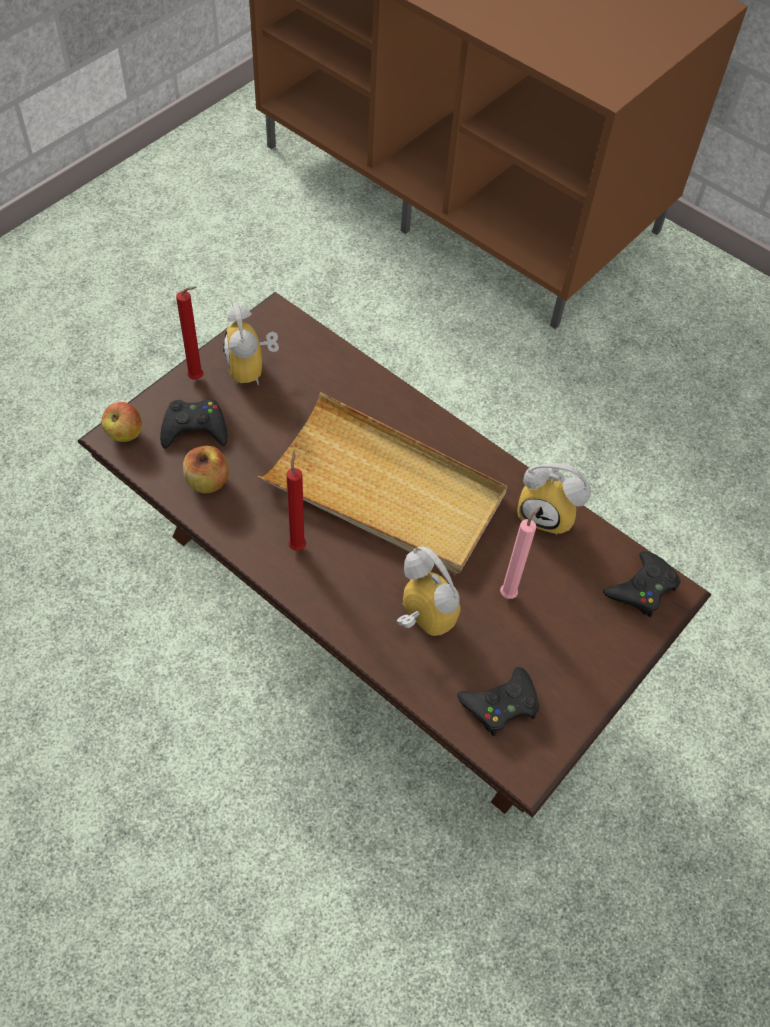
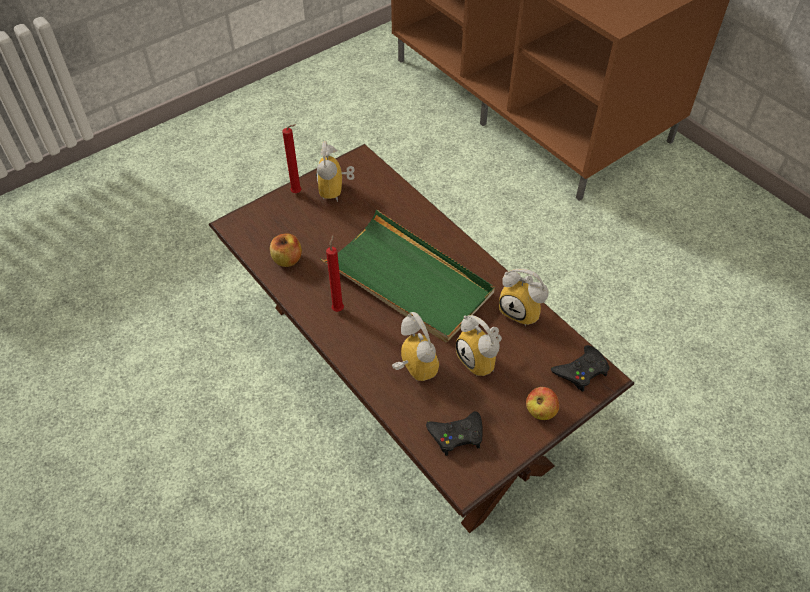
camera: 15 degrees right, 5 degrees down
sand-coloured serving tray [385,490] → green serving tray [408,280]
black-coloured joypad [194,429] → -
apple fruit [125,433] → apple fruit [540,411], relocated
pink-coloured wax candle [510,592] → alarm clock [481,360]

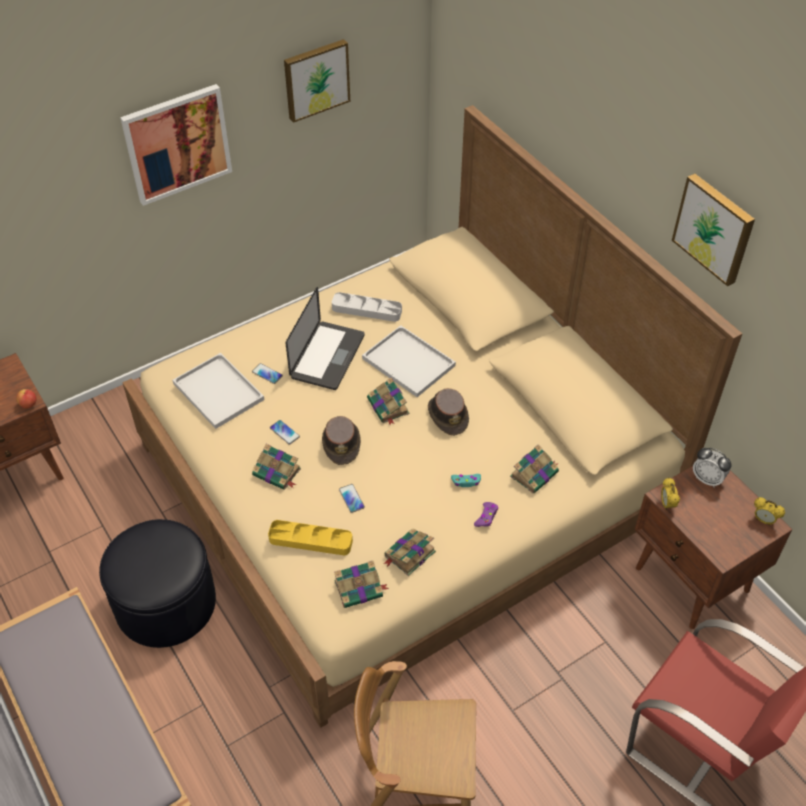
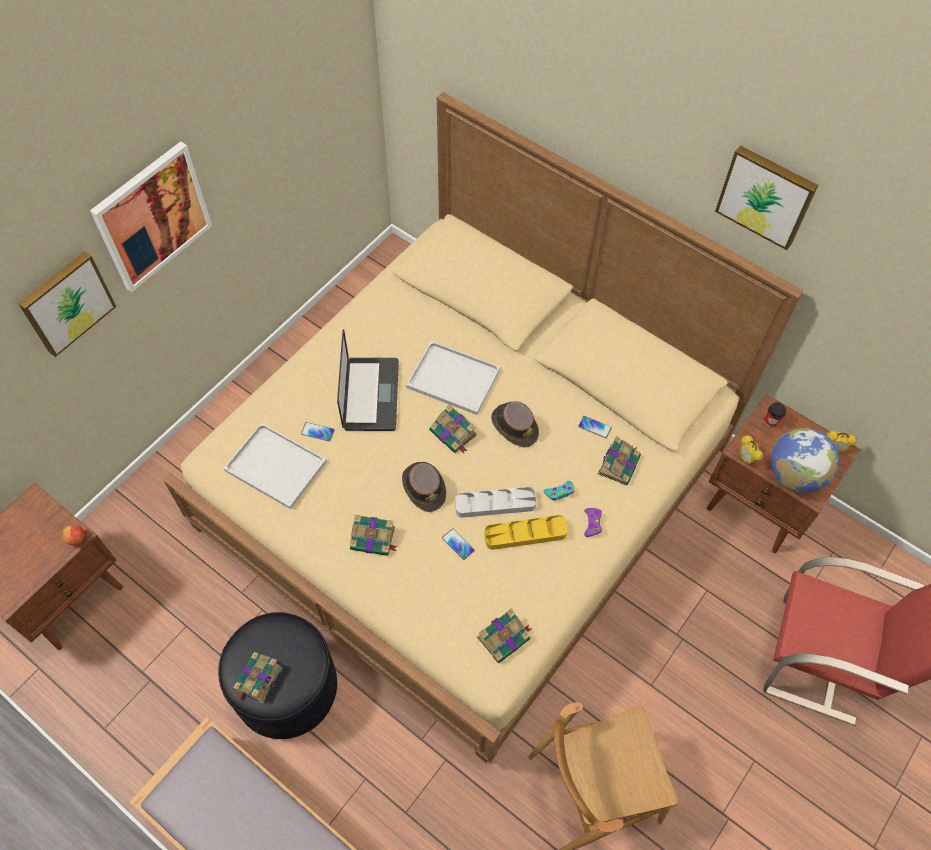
camera: 20 degrees left, 10 degrees up
wall picture [316,79] → wall picture [66,302], relocated
gray serving tray [366,310] → gray serving tray [495,504], relocated
telephone [284,432] → telephone [594,427], relocated
alarm clock [707,479] → drinking cup [771,421]
yellowish serving tray [310,540] → yellowish serving tray [525,534], relocated
book [409,554] → book [257,679], relocated
- → globe [794,475]

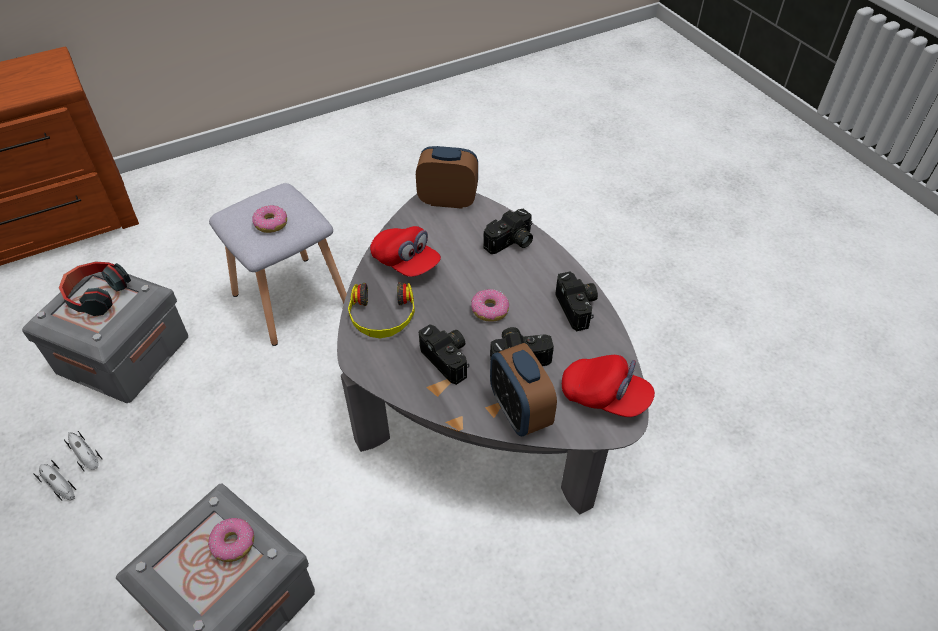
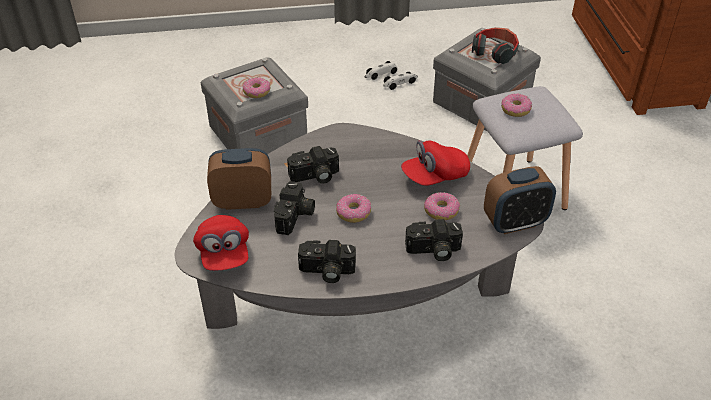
camera: 110 degrees right, 5 degrees down
alarm clock [448,200] → alarm clock [515,223], 45 degrees clockwise
still camera [511,243] → still camera [433,251], 75 degrees counterclockwise
headphones [382,317] → -
red peaked cap [604,397] → red peaked cap [224,253], 60 degrees counterclockwise
- → donut [441,211]

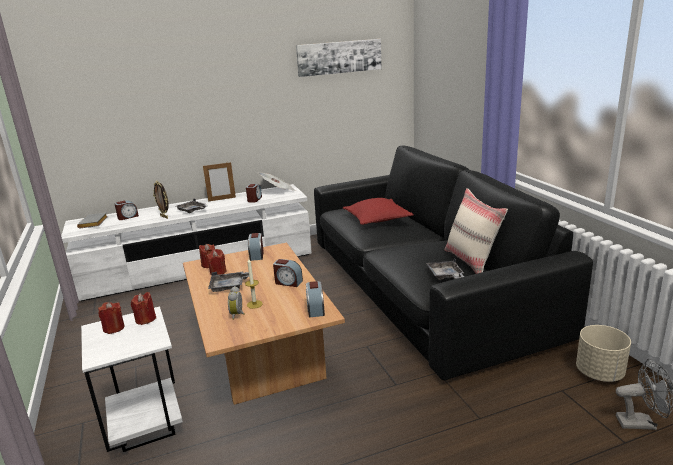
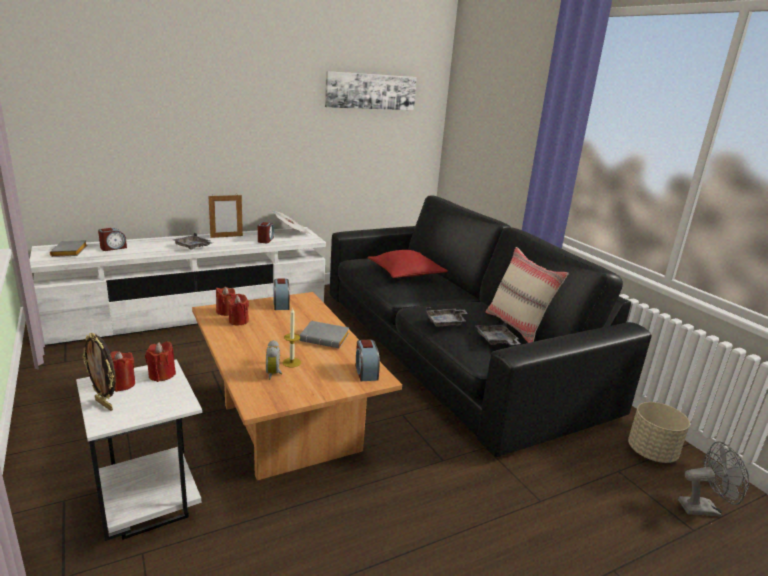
camera: 10 degrees left, 0 degrees up
photo frame [164,217] → photo frame [105,404], relocated
alarm clock [288,282] → gray book [326,338]
gray serving tray [229,286] → gray serving tray [446,322], relocated

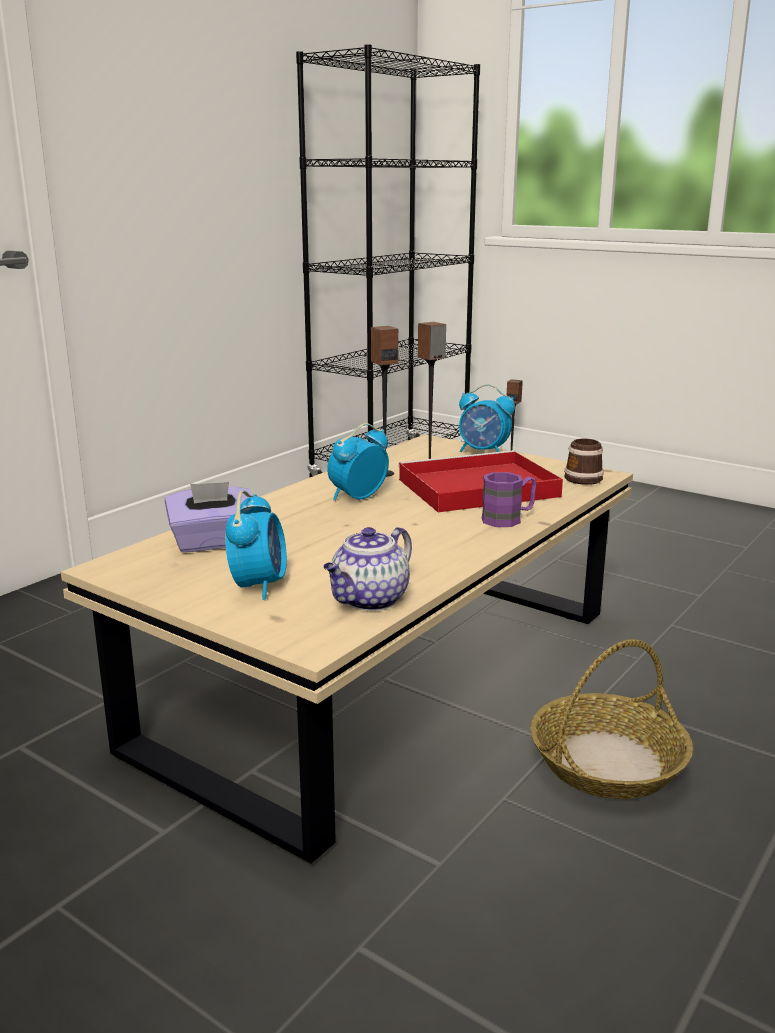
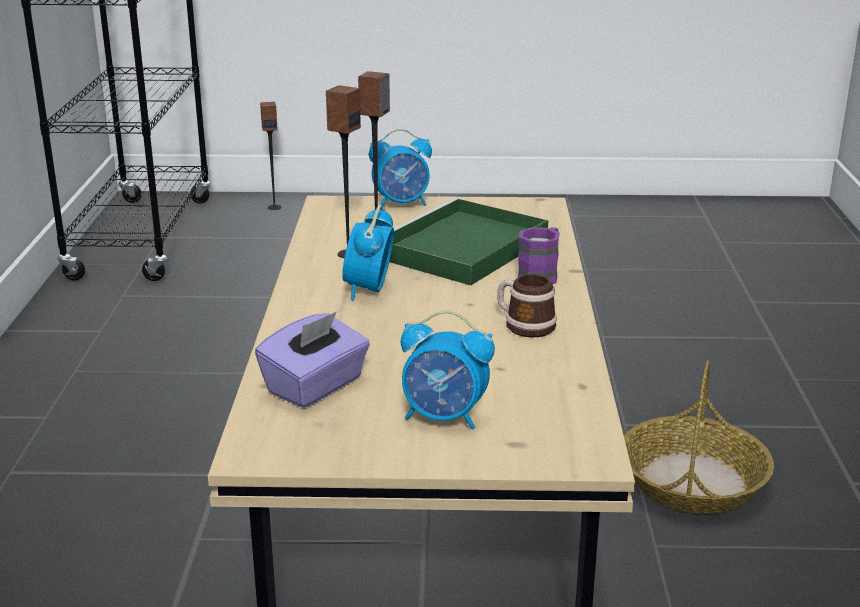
camera: 35 degrees left, 5 degrees up
tea mug [580,477] → tea mug [524,325], relocated
red serving tray [475,488] → green serving tray [461,249]
alarm clock [259,586] → alarm clock [444,417], 135 degrees clockwise
teapot [369,601] → -

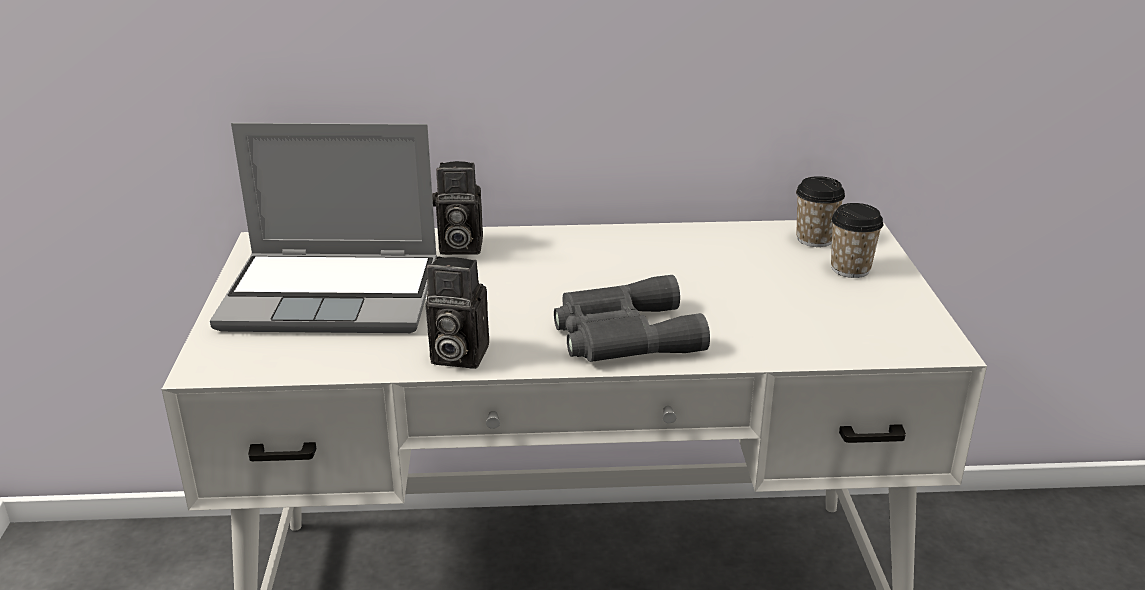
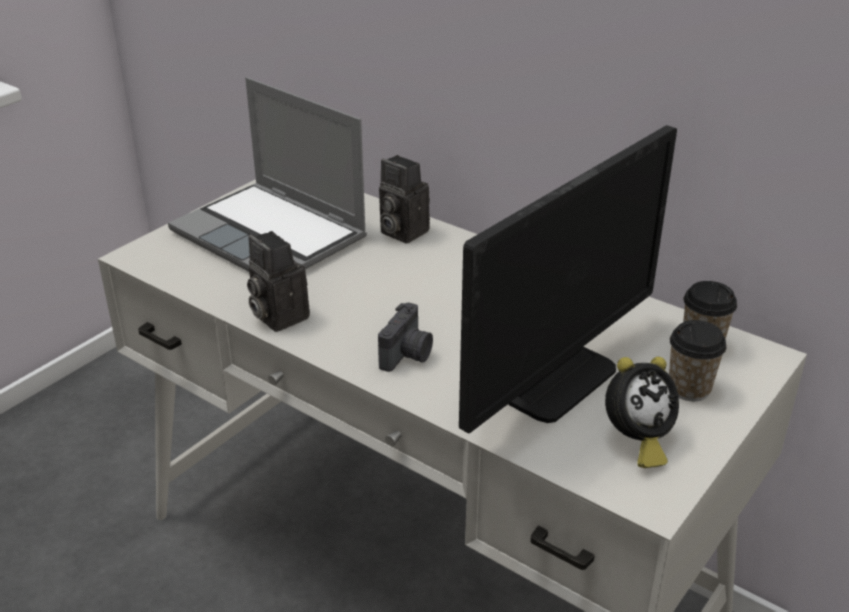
camera: 40 degrees right, 5 degrees up
gray binoculars [622,335] → still camera [407,355]
- → computer display [553,379]
- → alarm clock [635,442]

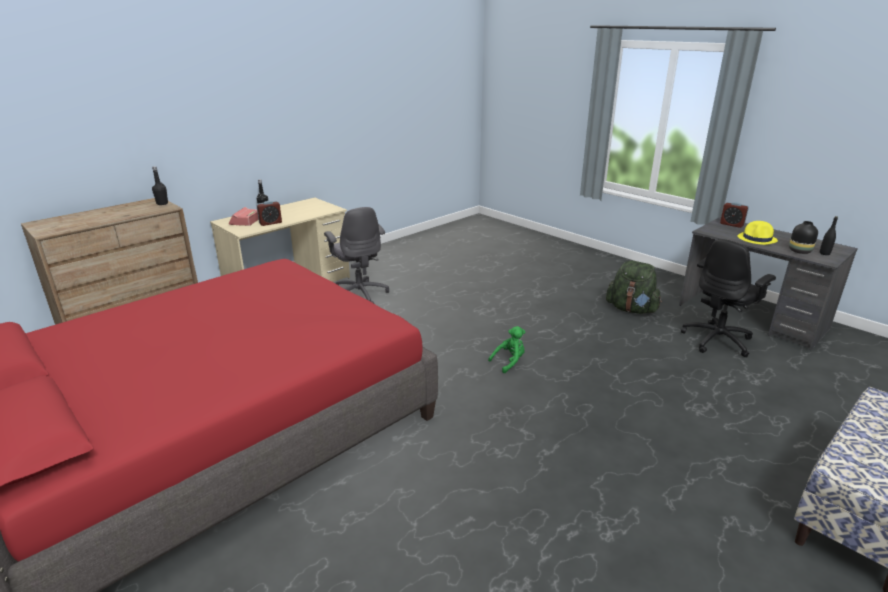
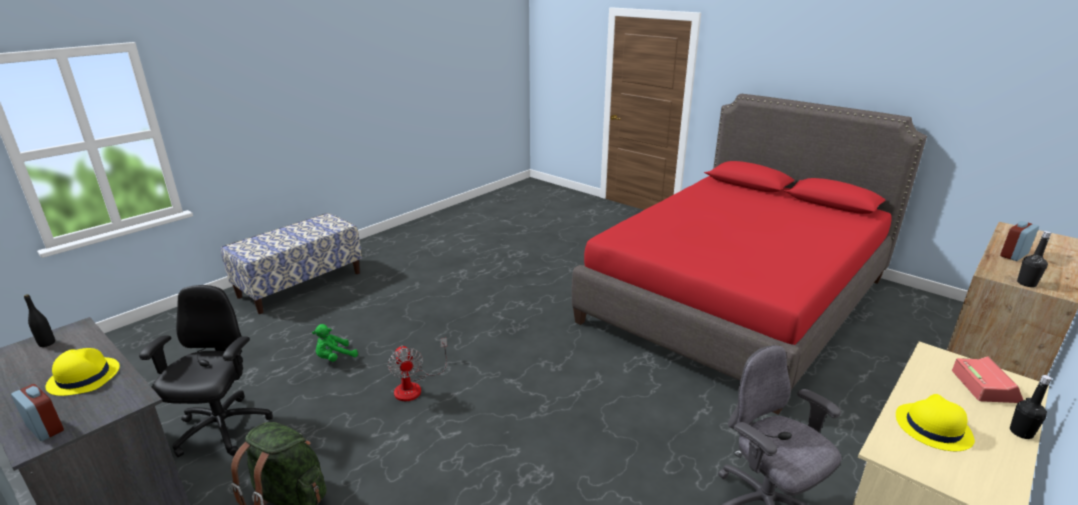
camera: 175 degrees right, 0 degrees up
alarm clock [270,223] → alarm clock [1014,255], relocated
black-coloured flower vase [800,251] → -
black-coloured office chair [718,340] → black-coloured office chair [221,429], 45 degrees counterclockwise
green soft toy [509,362] → green soft toy [334,358], relocated
- → fan [414,386]
- → yellowish wearable hat [932,427]

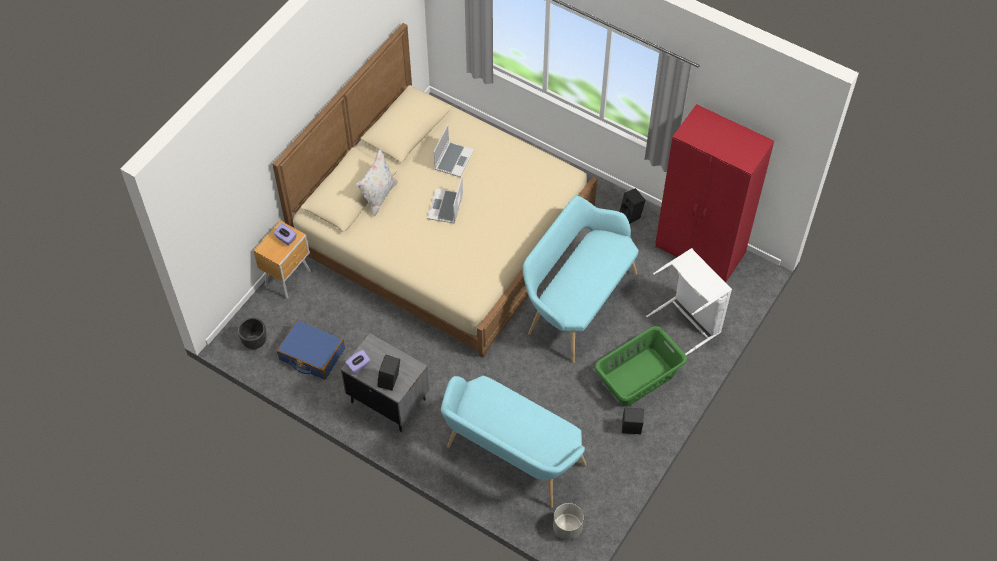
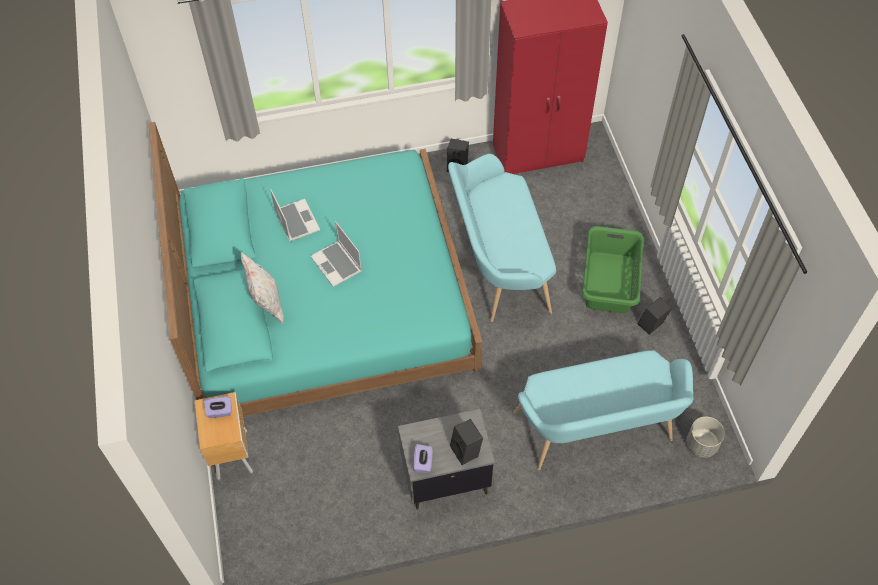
camera: 45 degrees left, 0 degrees up
sand-coloured sleeping bed [443,231] → turquoise-coloured sleeping bed [325,299]
white hamper [689,320] → -
black-coloured planter [254,342] → -
bluish suitcase [312,354] → -

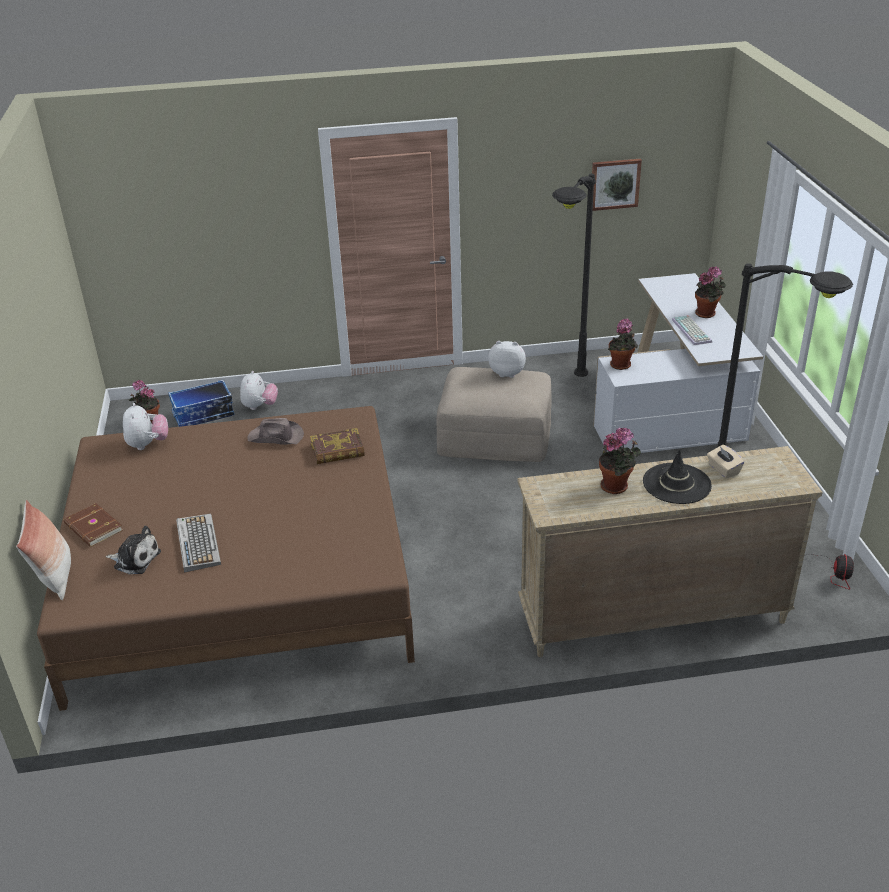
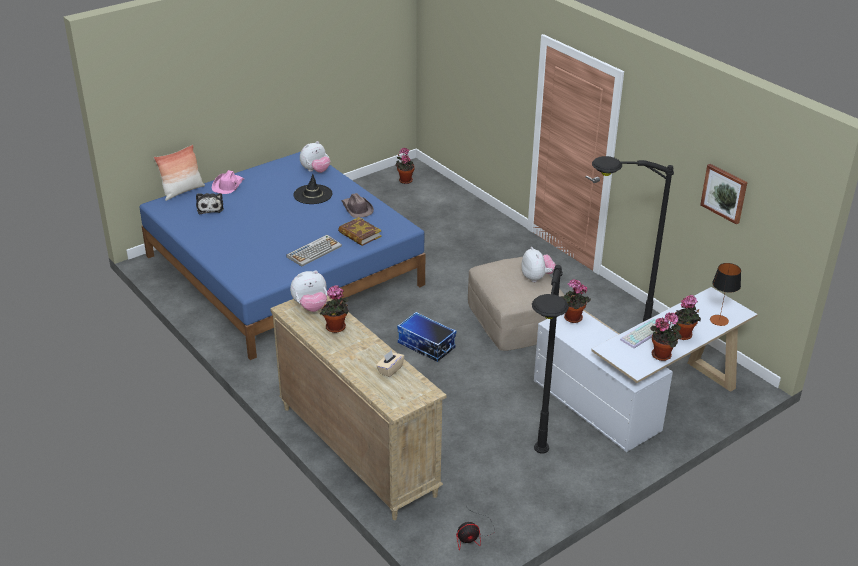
camera: 60 degrees right, 0 degrees up
soft toy [259,406] → soft toy [310,307], relocated
storage container [203,415] → storage container [425,346], relocated
brownish sleeping bed [241,576] → bluish sleeping bed [284,270]
black-coloured wearable hat [676,484] → black-coloured wearable hat [312,194], relocated
brownish book [93,528] → pink-coloured wearable hat [228,185]
PC keyboard [197,543] → PC keyboard [314,251], relocated
- → lamp for a table [719,320]
- → houseplant [663,355]

